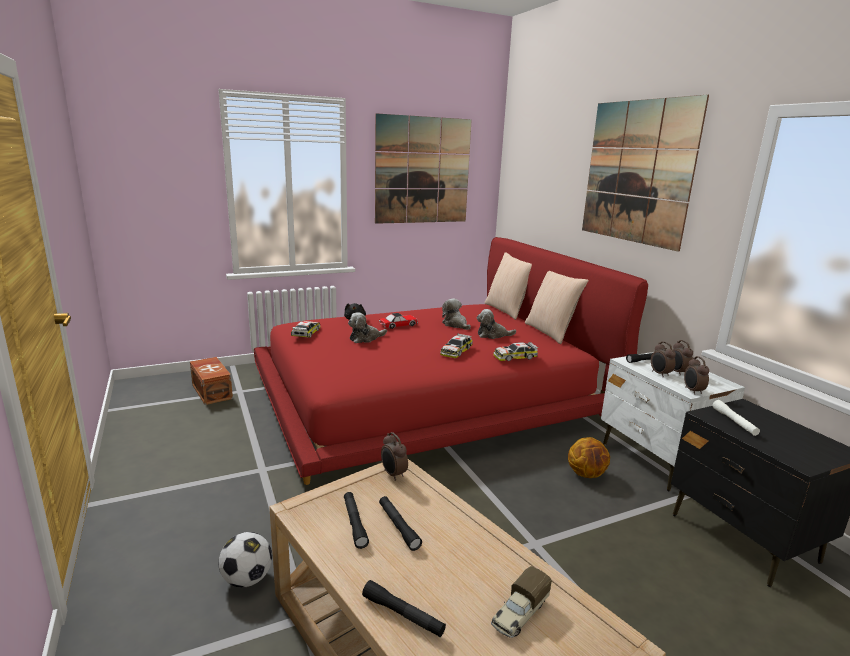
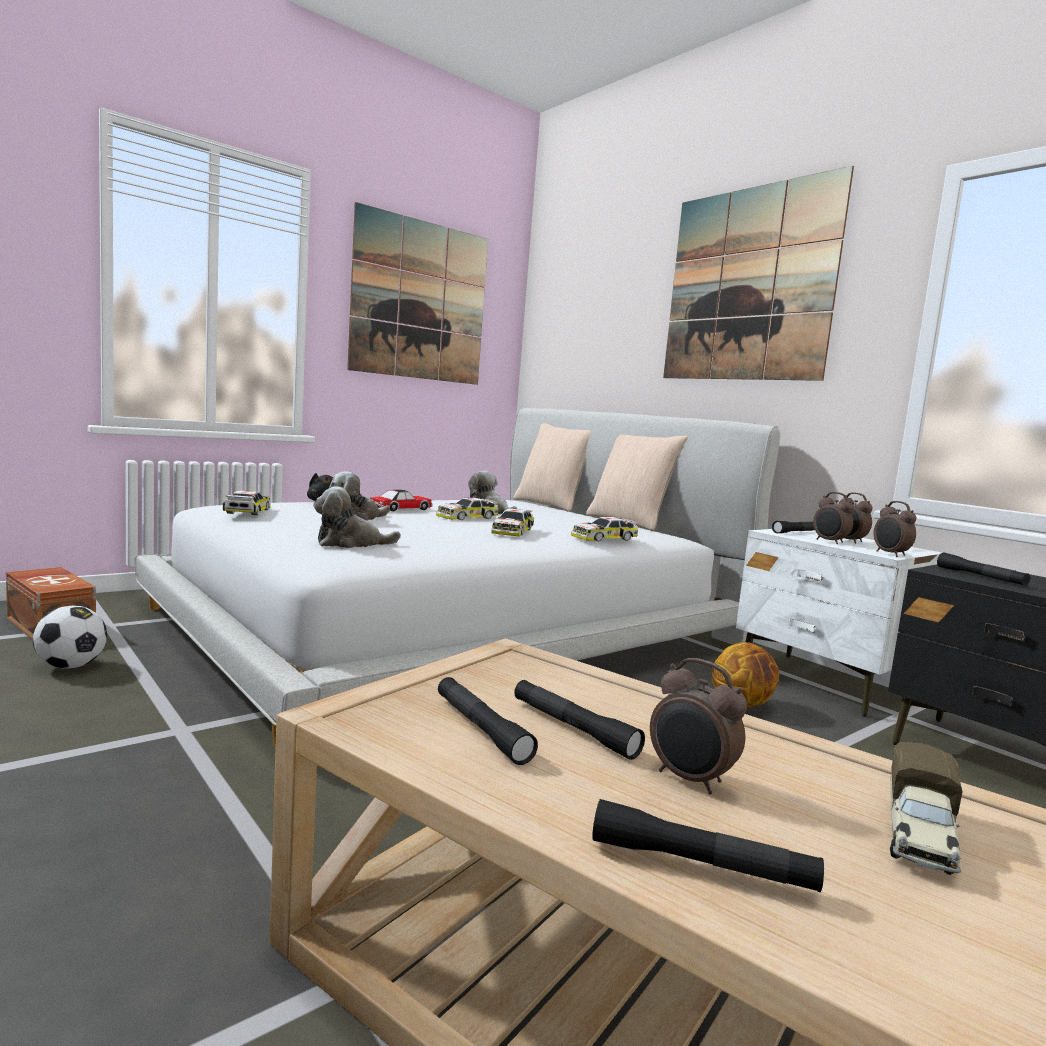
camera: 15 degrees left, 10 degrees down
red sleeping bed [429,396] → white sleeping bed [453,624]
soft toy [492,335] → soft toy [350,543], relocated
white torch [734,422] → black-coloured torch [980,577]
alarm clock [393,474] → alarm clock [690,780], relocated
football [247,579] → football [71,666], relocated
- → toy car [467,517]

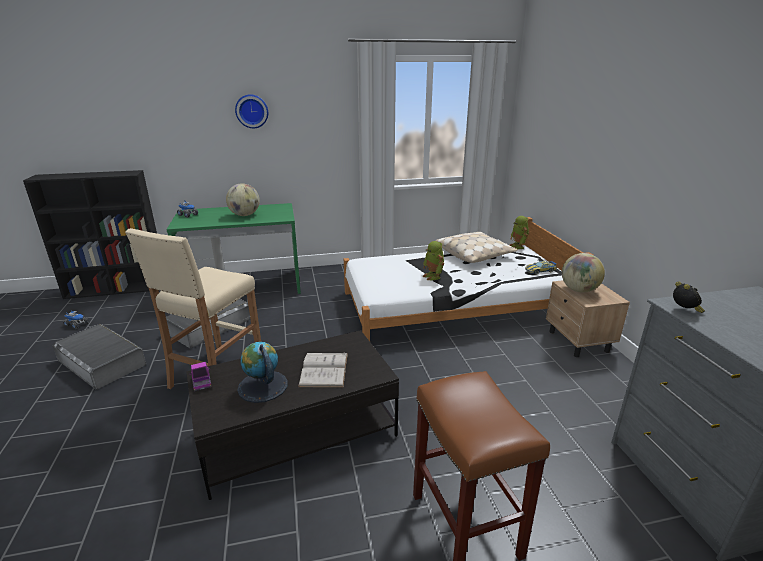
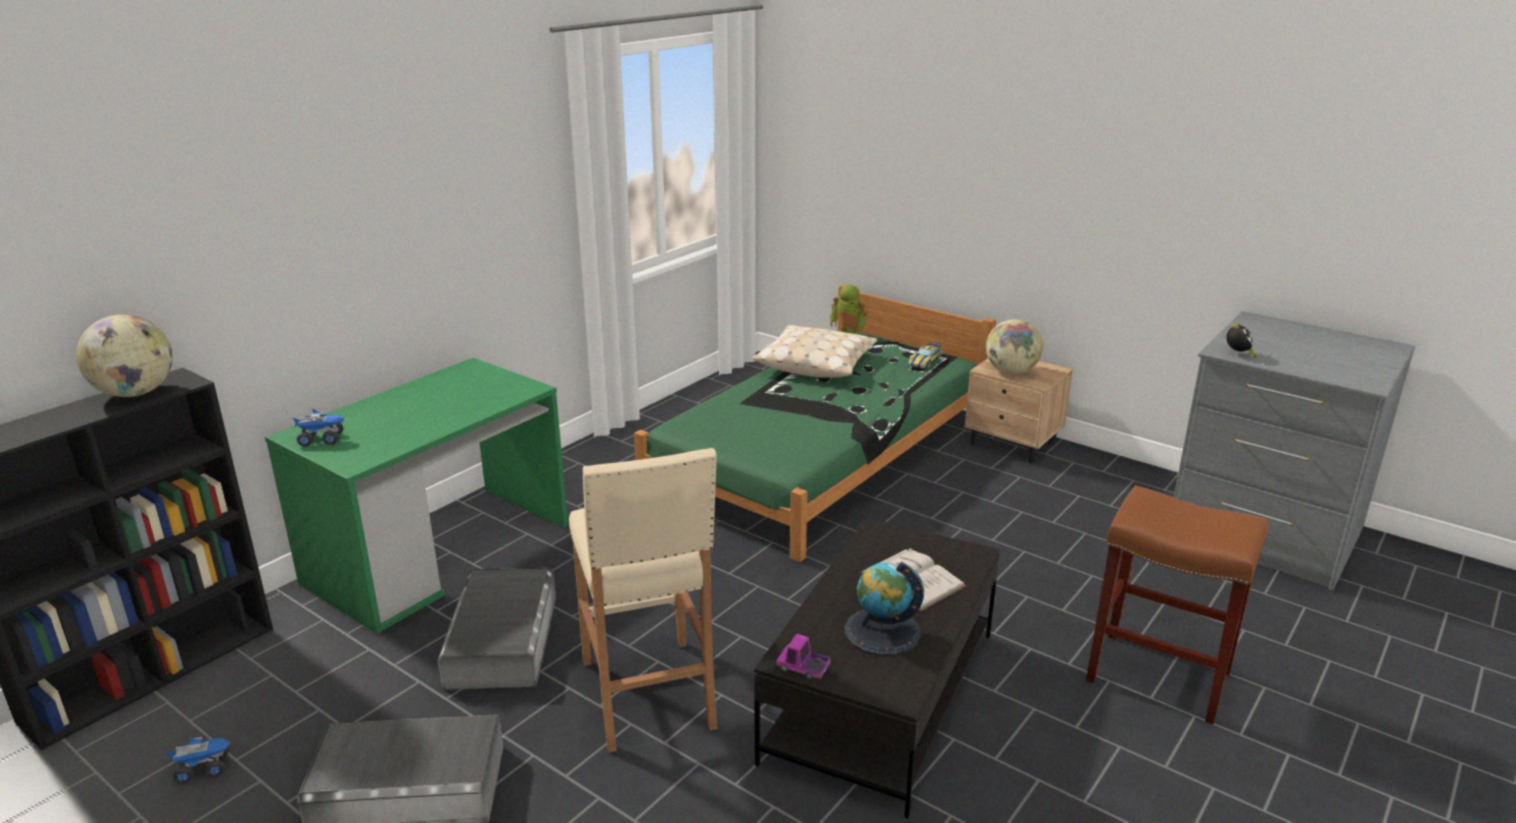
camera: 40 degrees left, 0 degrees up
hanging clock [252,111] → -
globe [245,215] → globe [136,393], relocated
white sleeping bed [454,306] → green sleeping bed [823,455]
robot figure [433,276] → -
alarm clock [684,311] → alarm clock [1238,355], 60 degrees clockwise

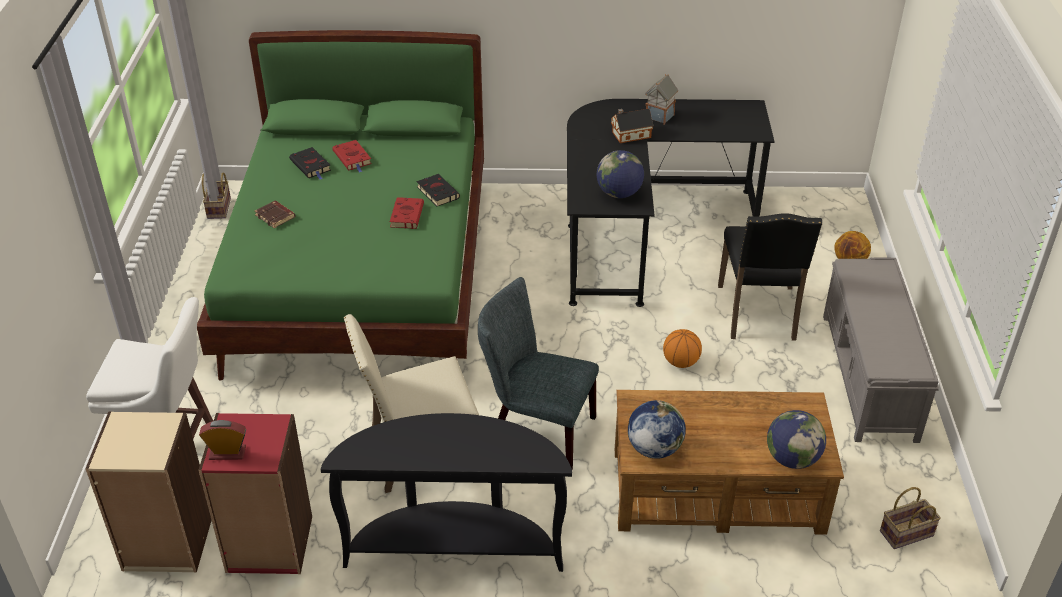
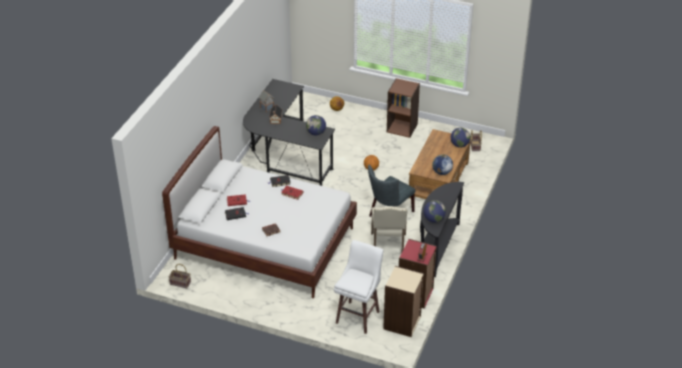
camera: 70 degrees left, 0 degrees up
green sleeping bed [362,274] → white sleeping bed [265,243]
black-coloured plain chair [759,314] → -
gray indoor bench [869,377] → brownish bookcase [402,128]
- → globe [433,219]

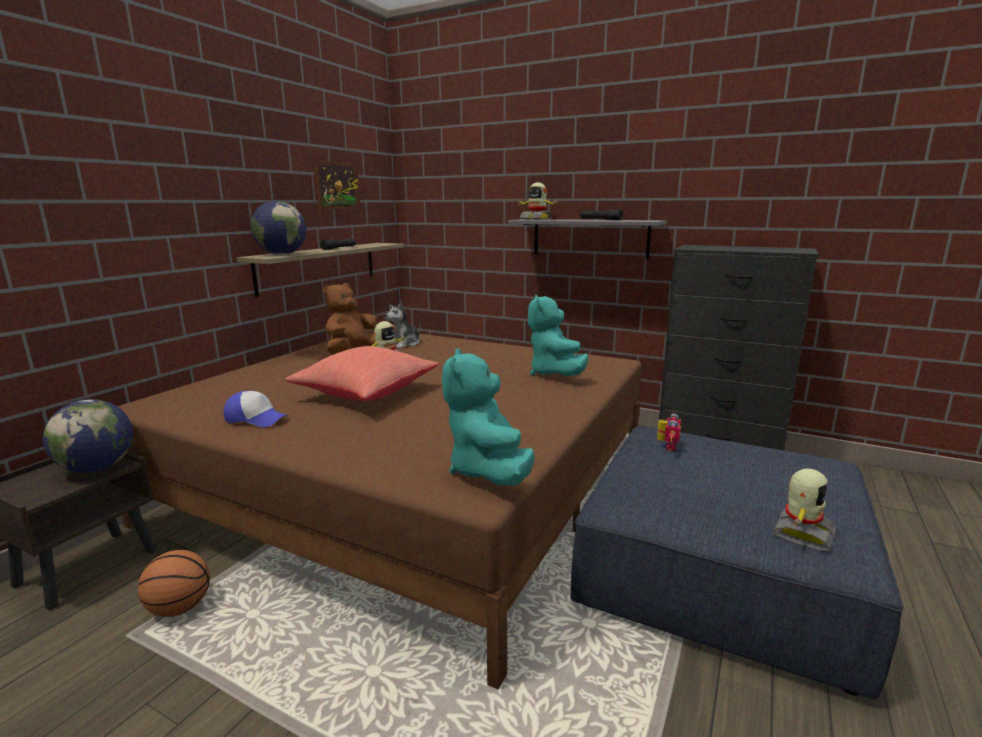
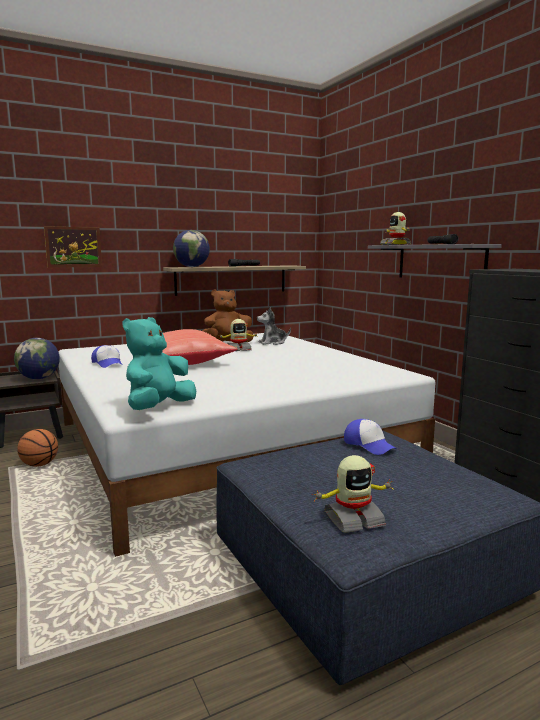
camera: 35 degrees right, 5 degrees down
wall picture [337,186] → wall picture [73,247], relocated
turquoise-coloured soft toy [554,374] → -
brownish sleeping bed [411,486] → white sleeping bed [225,446]
robot figure [667,446] → peaked cap [369,445]

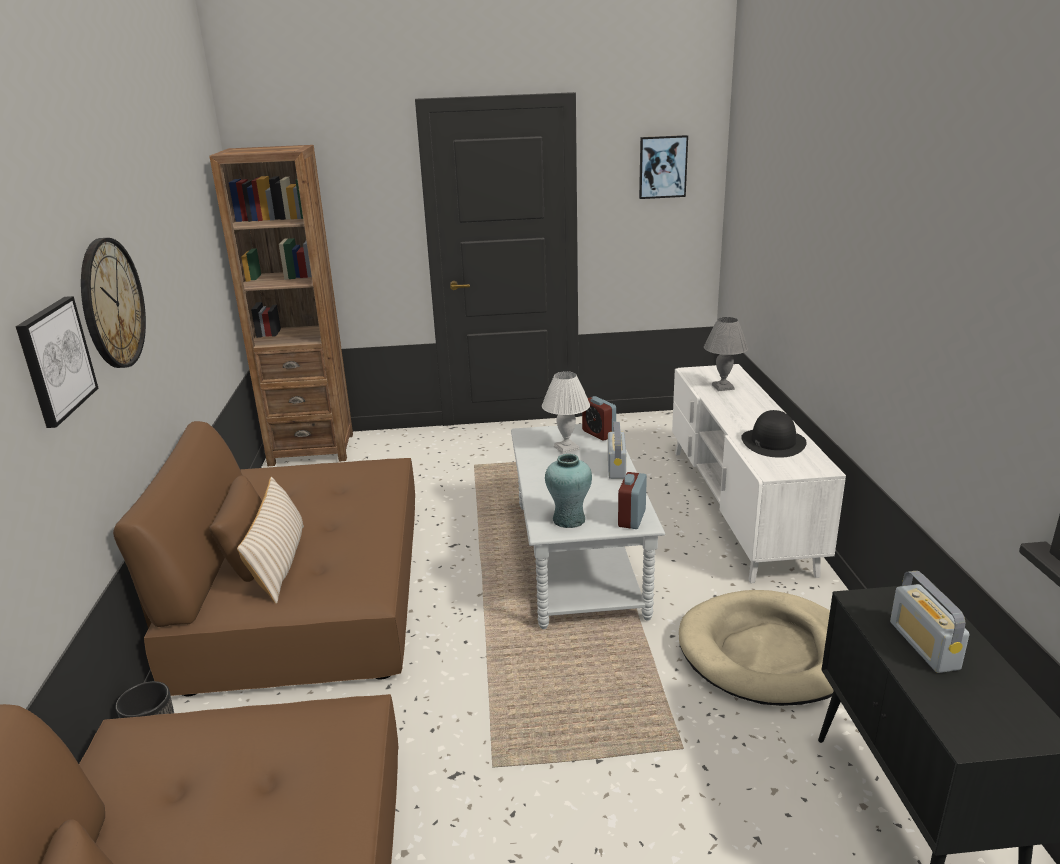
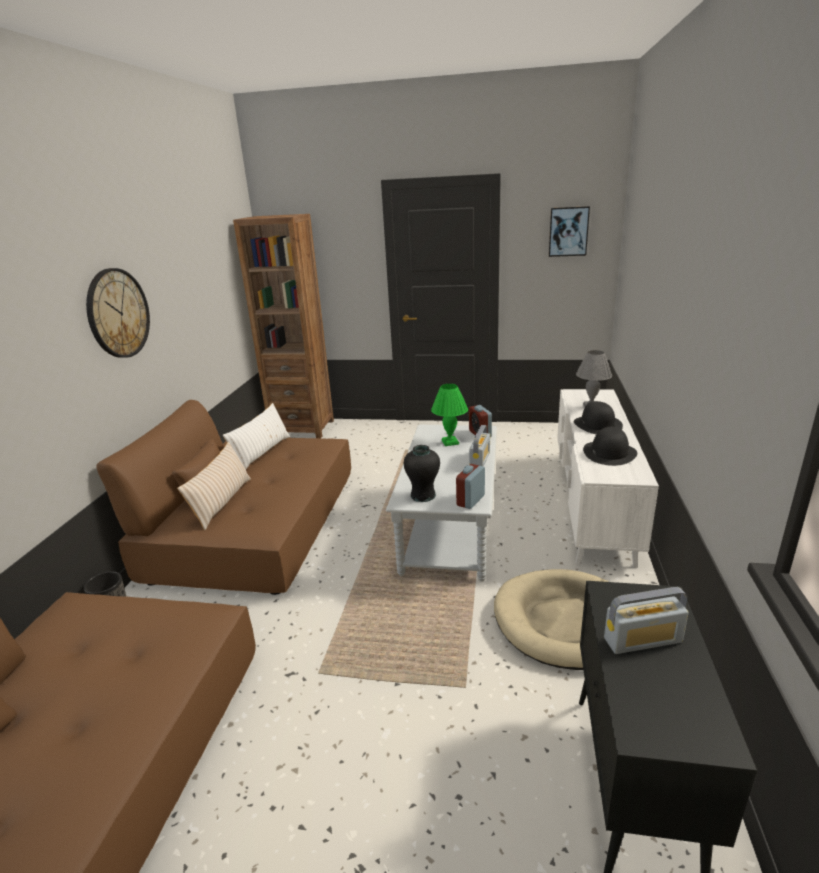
camera: 15 degrees right, 0 degrees up
wall picture [55,360] → -
white lamp for a table [567,448] → green lamp for a table [450,442]
turquoise-coloured flower vase [568,519] → black-coloured flower vase [423,495]
radio receiver [924,645] → radio receiver [643,640], 105 degrees counterclockwise
- → black-coloured wearable hat [597,425]
- → white pillow [262,453]

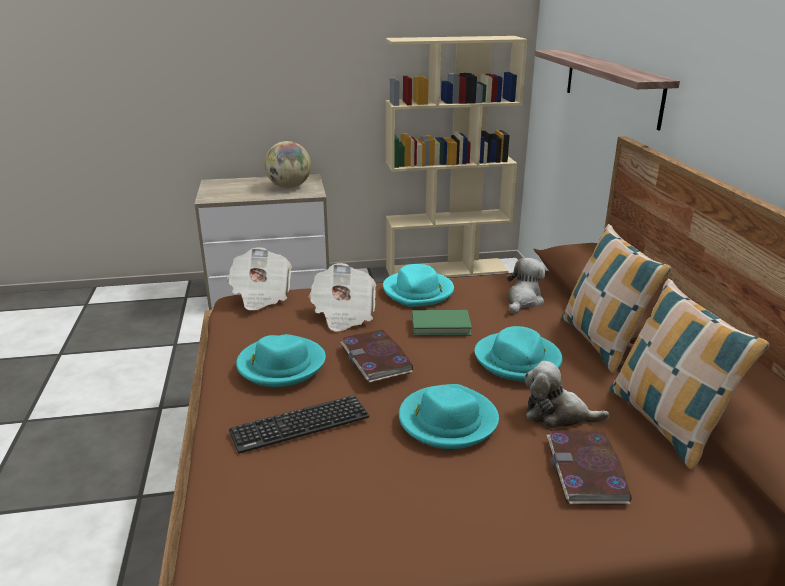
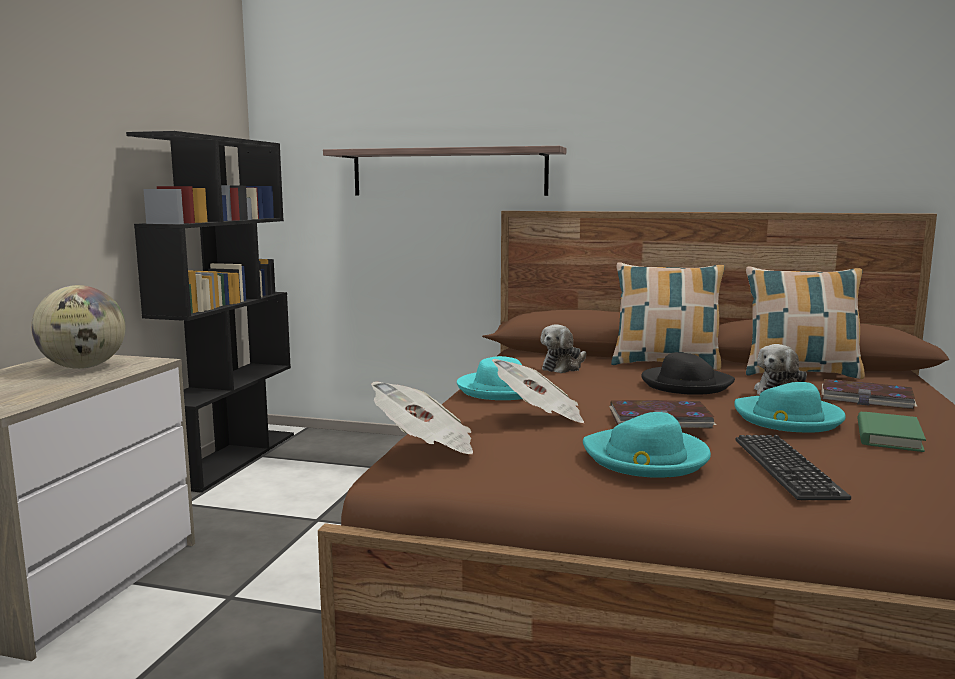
camera: 65 degrees left, 15 degrees down
sand-coloured bookcase [447,270] → black-coloured bookcase [231,458]
soft toy [523,301] → soft toy [563,367], 105 degrees counterclockwise
green book [441,326] → green book [888,436], relocated
turquoise-coloured wearable hat [518,360] → black-coloured wearable hat [685,384]

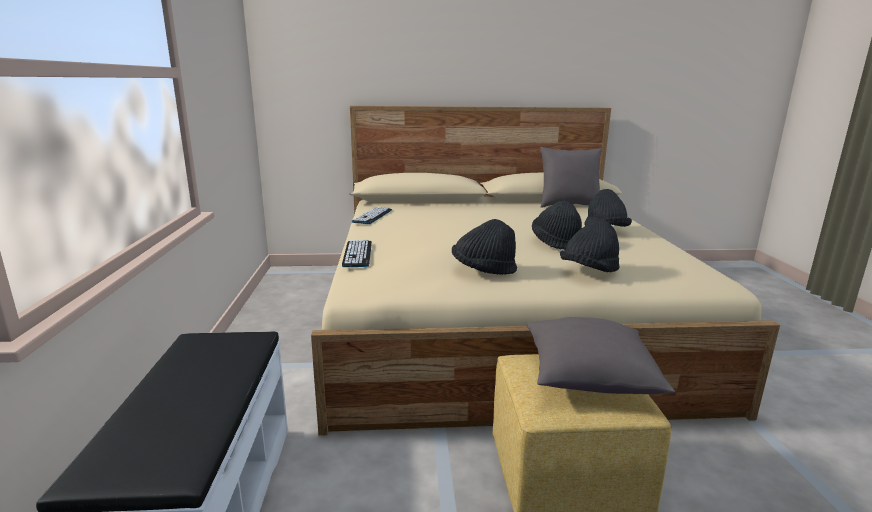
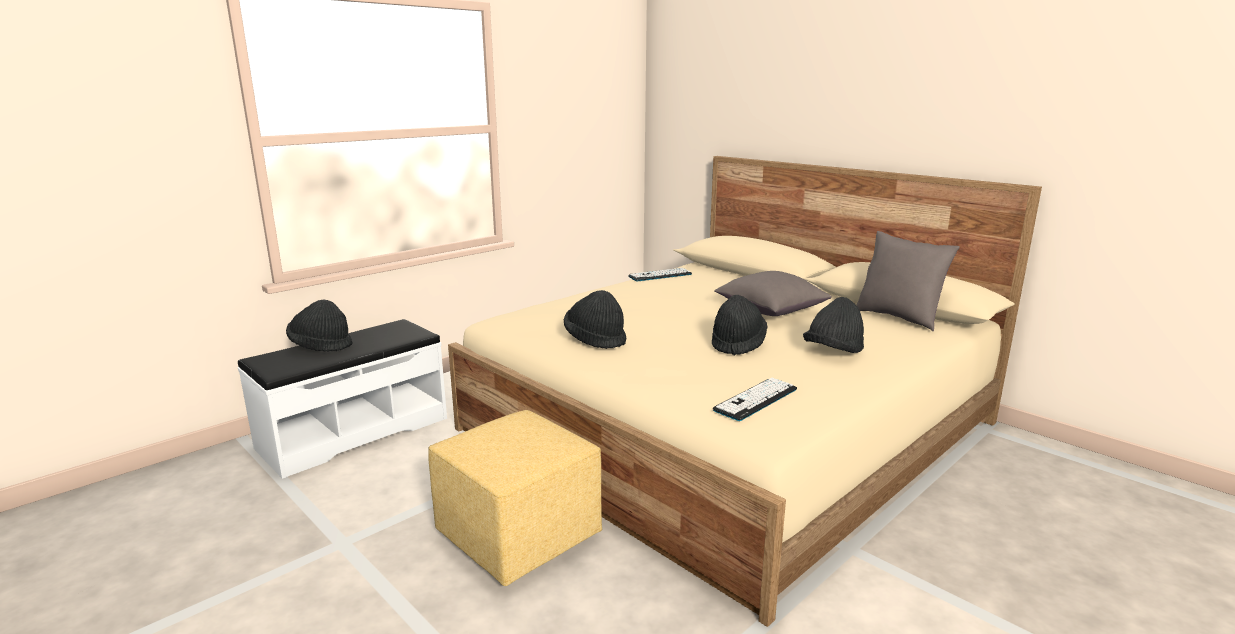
camera: 50 degrees right, 0 degrees up
black-coloured wearable hat [589,271] → black-coloured wearable hat [321,346], relocated
PC keyboard [357,254] → PC keyboard [756,399], relocated
gray pillow [589,378] → gray pillow [770,310], relocated

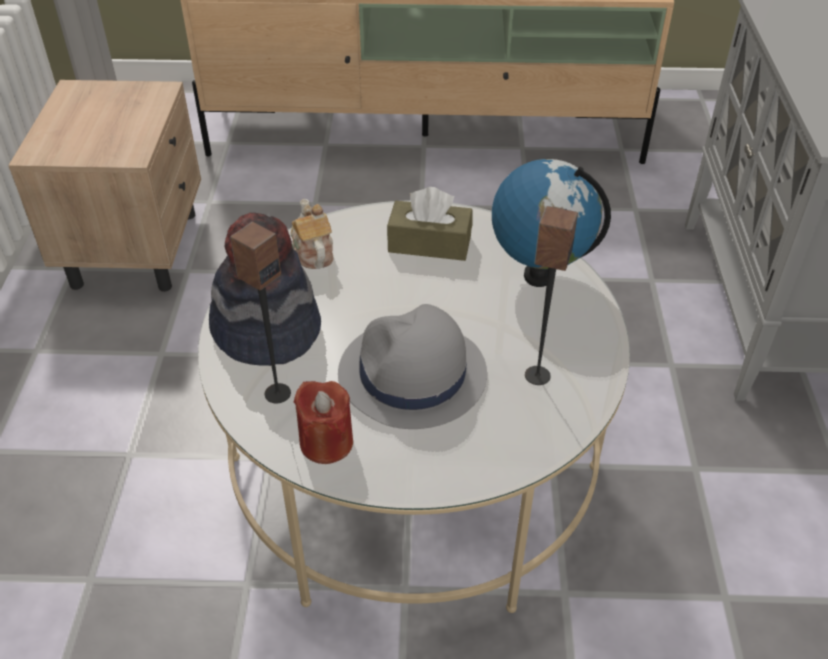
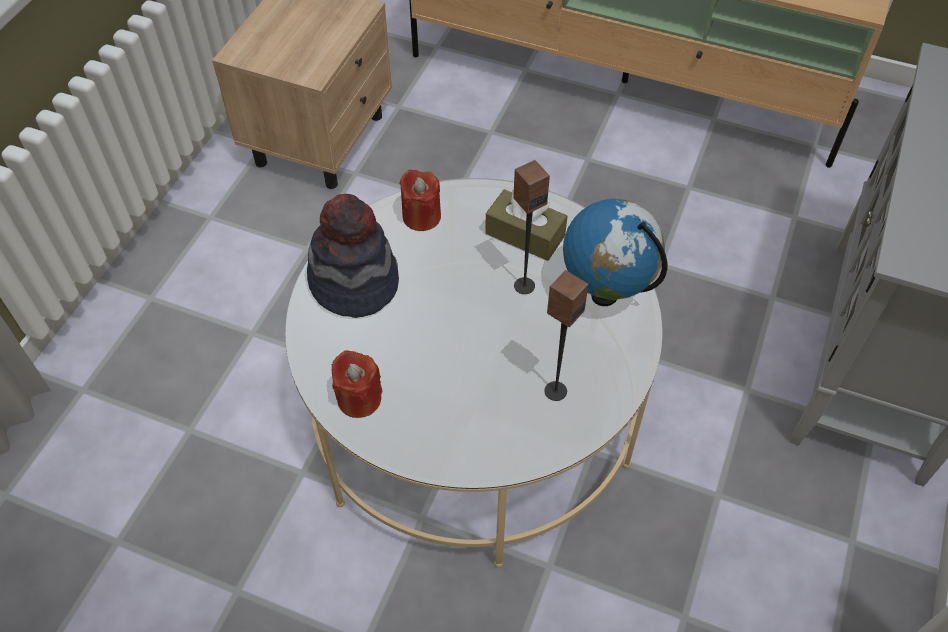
camera: 20 degrees right, 10 degrees up
teapot [312,252] → red wax candle [421,216]
loudspeaker [277,393] → loudspeaker [524,285], relocated
gray wearable hat [412,375] → -

